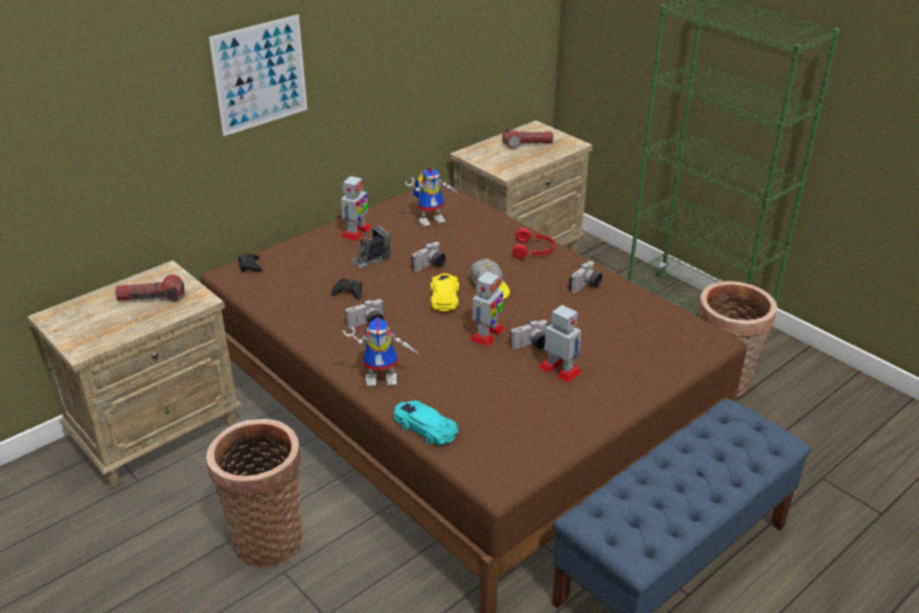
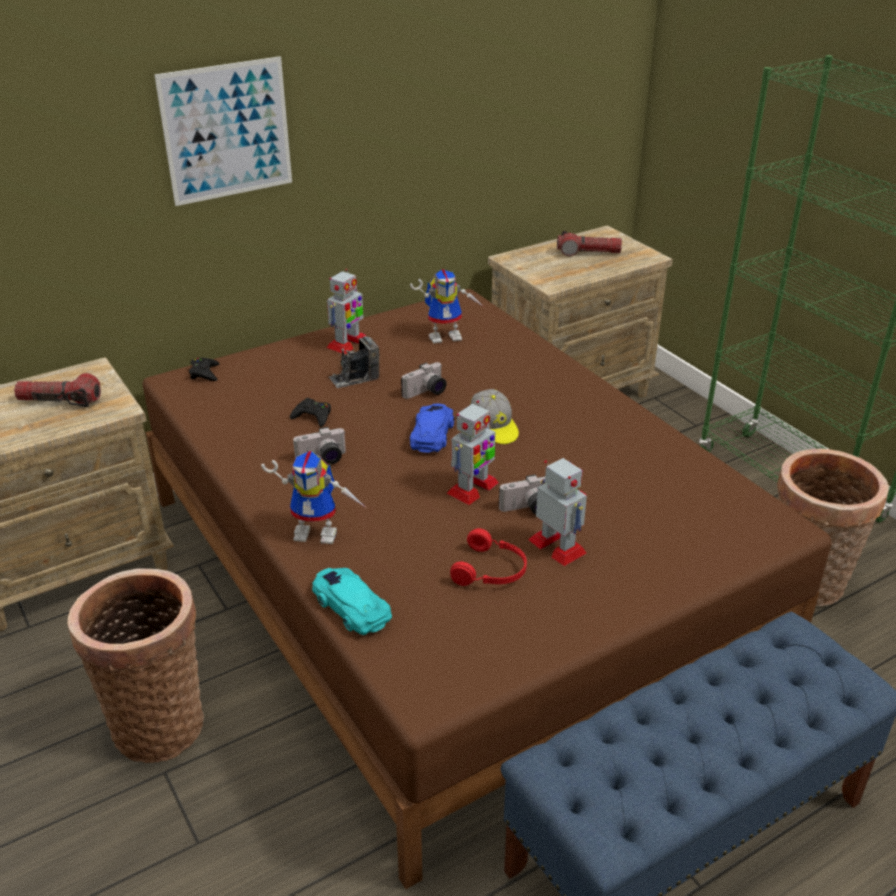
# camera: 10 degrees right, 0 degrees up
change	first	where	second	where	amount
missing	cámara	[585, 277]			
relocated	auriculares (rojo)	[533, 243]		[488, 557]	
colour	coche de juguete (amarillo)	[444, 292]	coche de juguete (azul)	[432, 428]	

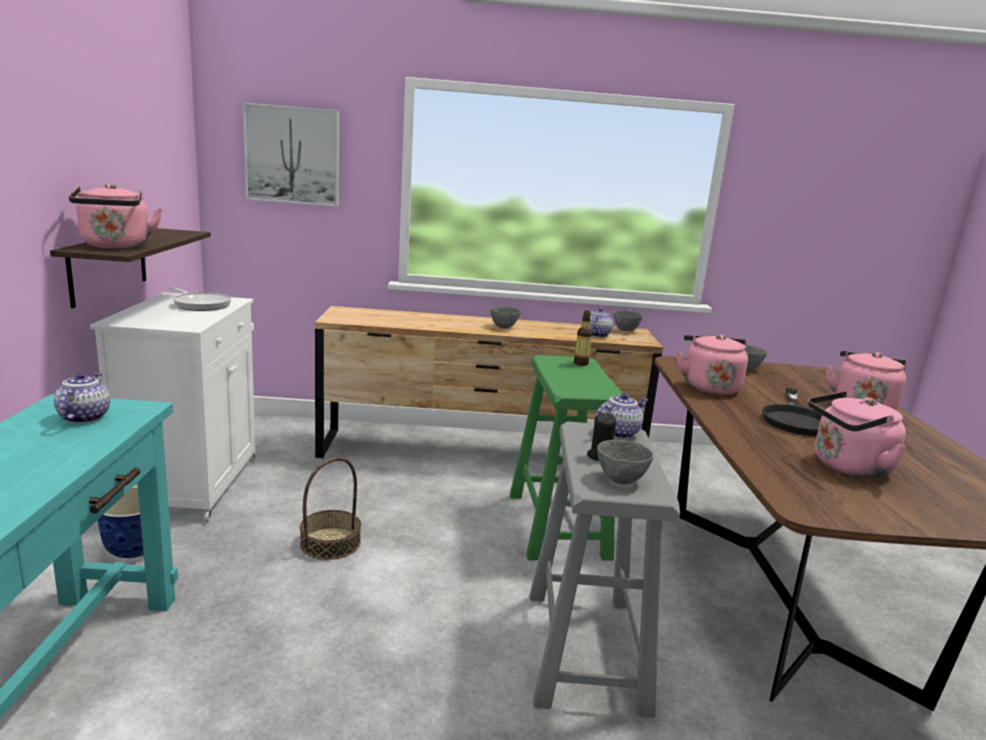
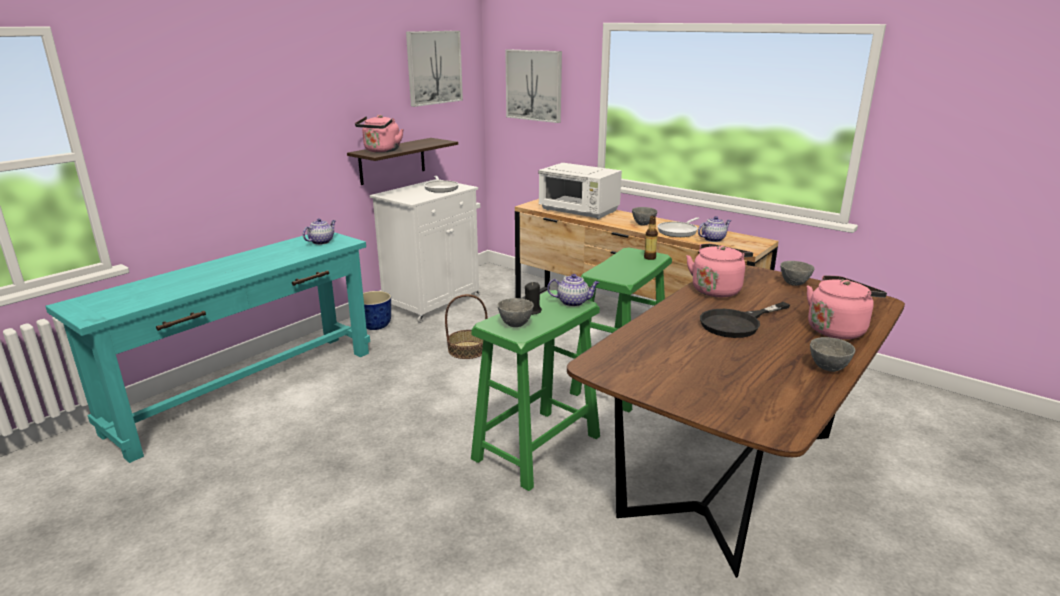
# camera: 40 degrees right, 5 degrees up
change	first	where	second	where	amount
missing	hervidor (rosa)	[857, 434]			
appeared			cuadro	[434, 69]	
appeared			microondas (blanco)	[580, 191]	
appeared			sartén	[678, 227]	
relocated	cuenco (gris)	[628, 320]		[832, 354]	
colour	taburete (gris)	[605, 569]	taburete (verde)	[535, 390]	

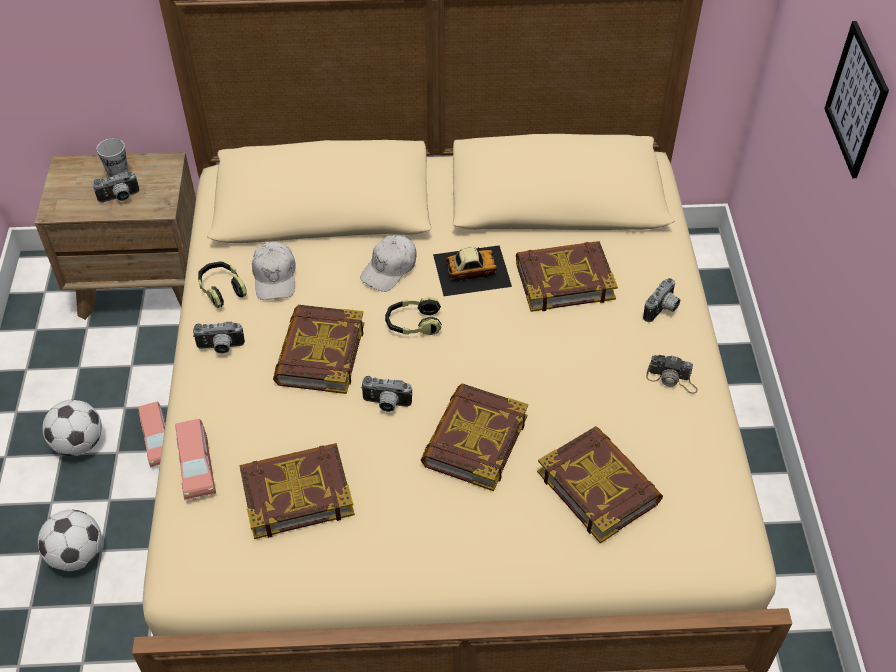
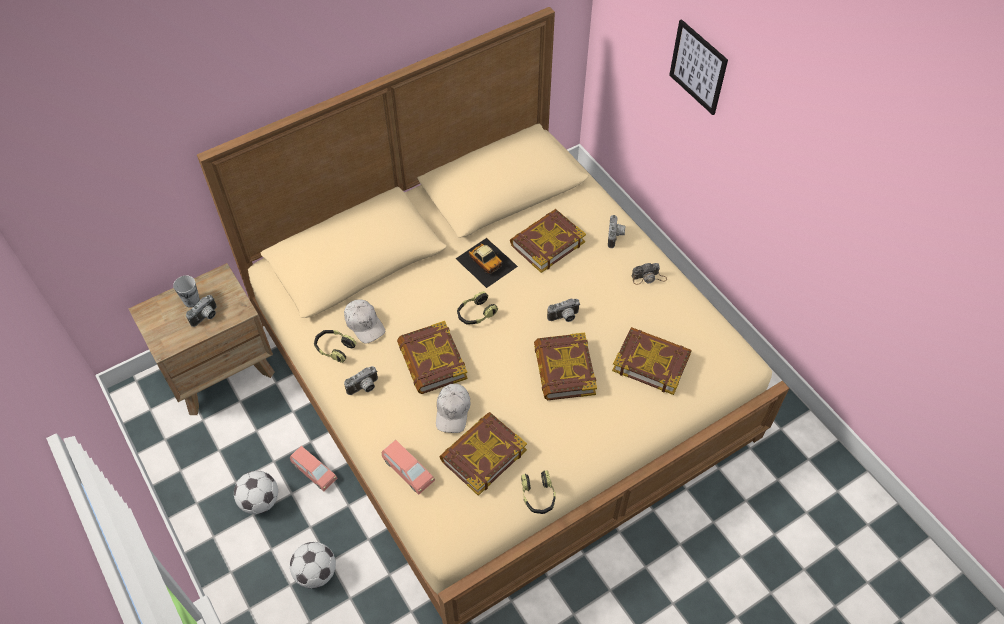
# camera: 30 degrees left, 5 degrees up
change	first	where	second	where	amount
appeared			auriculares	[538, 492]	
relocated	gorra (blanco)	[388, 263]		[453, 408]	
relocated	cámara	[386, 394]		[563, 310]	
spun	coche de juguete	[472, 270]		[486, 263]	90 degrees clockwise

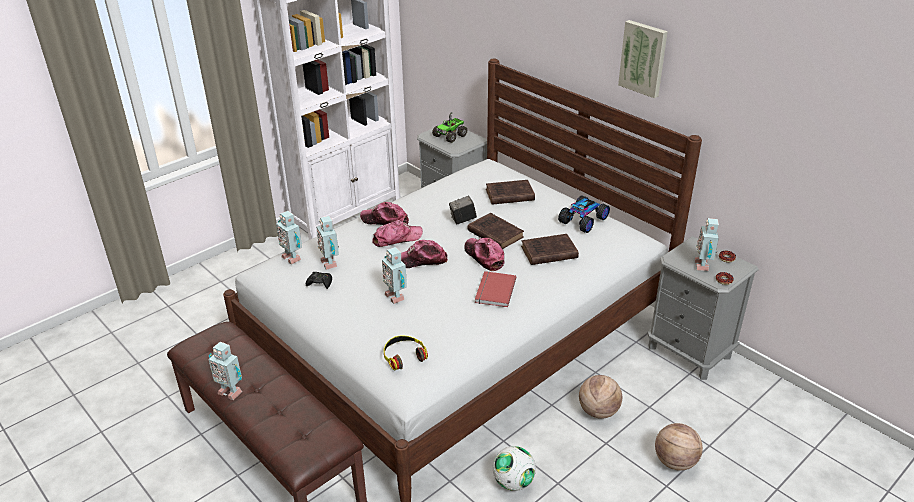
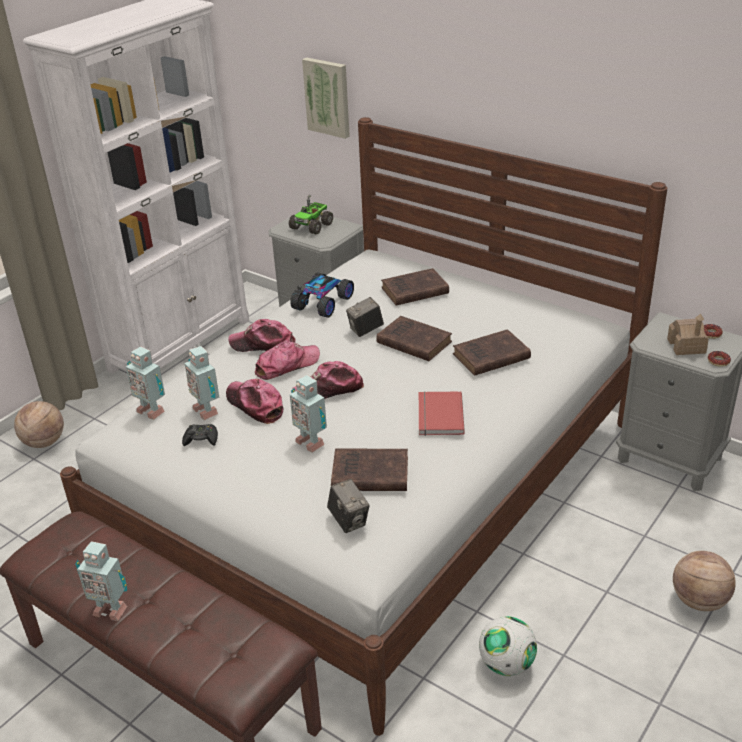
# camera: 10 degrees left, 0 degrees up
change	first	where	second	where	amount
appeared			libro (marrón)	[369, 470]	
relocated	gorra	[484, 254]		[254, 401]	
relocated	coche de juguete	[584, 214]		[322, 295]	
relocated	balón de baloncesto	[600, 397]		[39, 424]	
relocated	cuadro	[643, 59]		[326, 98]	
exchanged	auriculares	[406, 352]	cámara	[348, 506]	
exchanged	robot de juguete	[707, 244]	casita	[688, 334]	

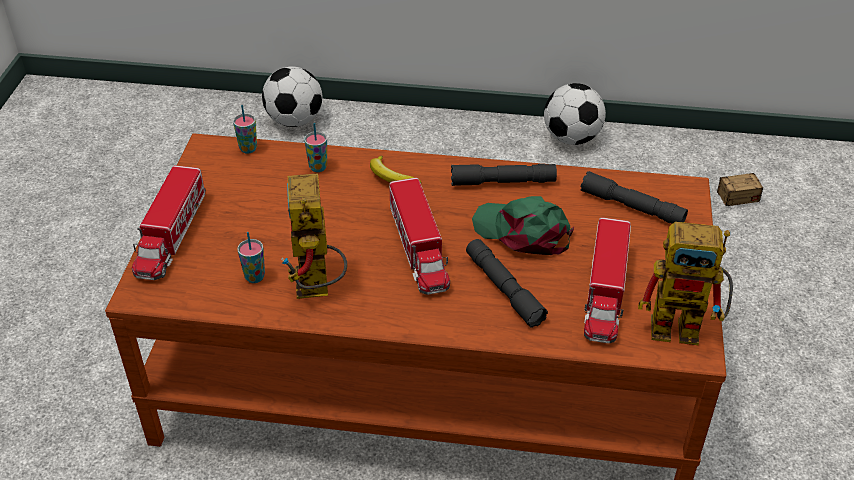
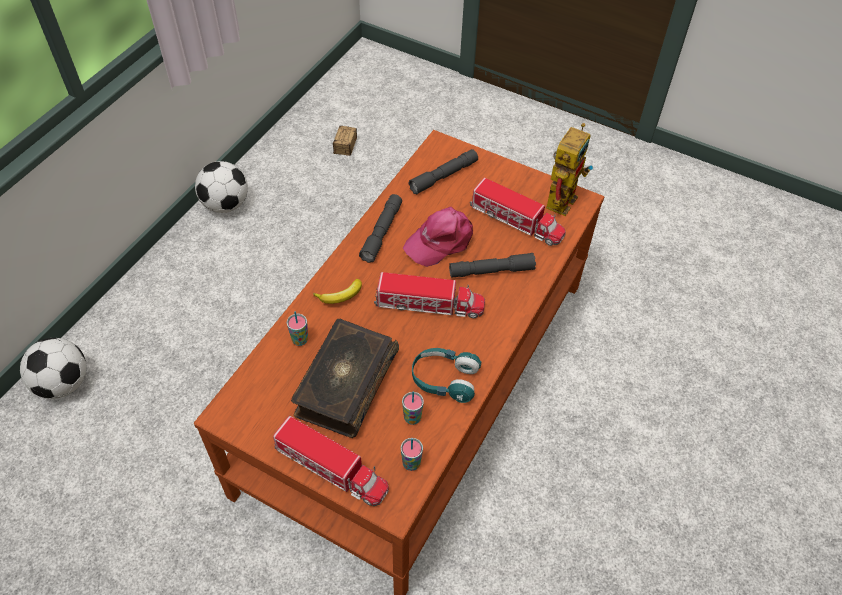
# camera: 70 degrees left, 10 degrees up
change	first	where	second	where	amount
appeared			libro	[345, 378]	
relocated	taza	[245, 129]		[412, 454]	
exchanged	robot de juguete	[314, 236]	auriculares (turquesa)	[446, 375]	
colour	gorra (verde)	[523, 225]	gorra (rosa)	[438, 237]	

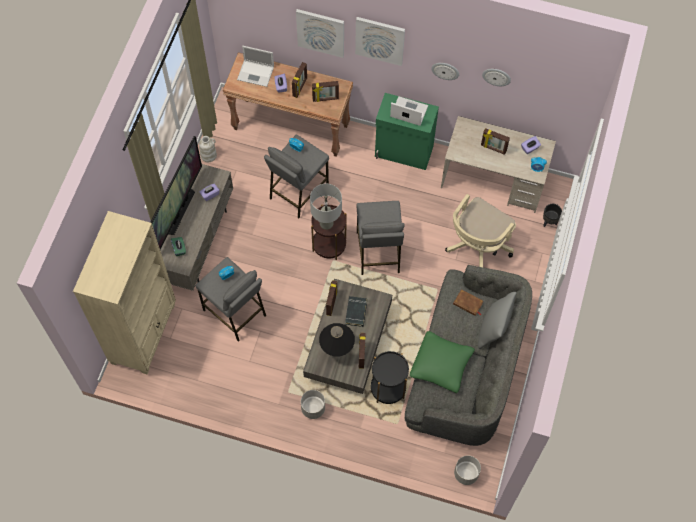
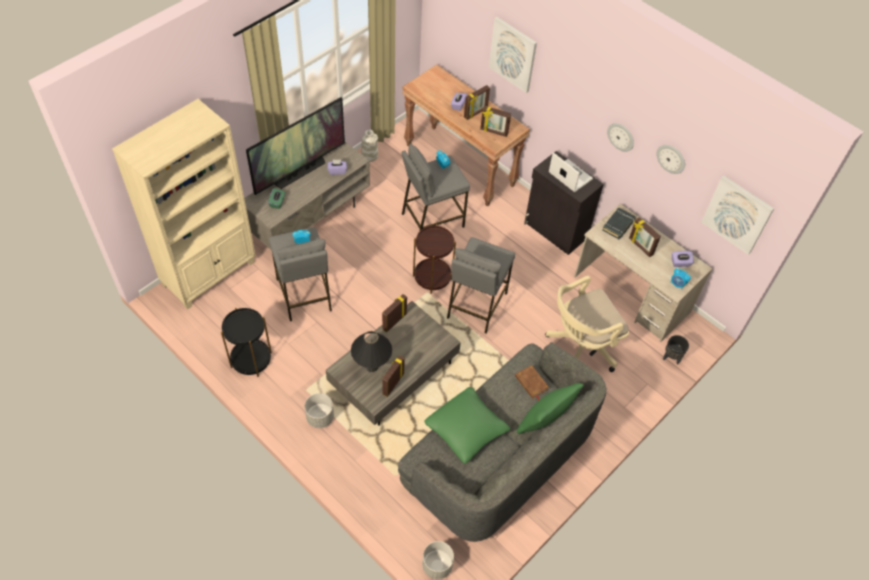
# camera: 25 degrees right, 10 degrees down
change	first	where	second	where	amount
missing	portátil	[255, 66]			
missing	lámpara de mesa (gris)	[326, 207]			
relocated	libro (negro)	[356, 311]		[619, 223]	
relocated	cuadro	[380, 41]		[737, 215]	
relocated	mesa auxiliar (negro)	[390, 377]		[246, 342]	
colour	armario (verde)	[407, 131]	armario (negro)	[564, 203]	
colour	cojín (gris)	[497, 320]	cojín (verde)	[550, 408]	

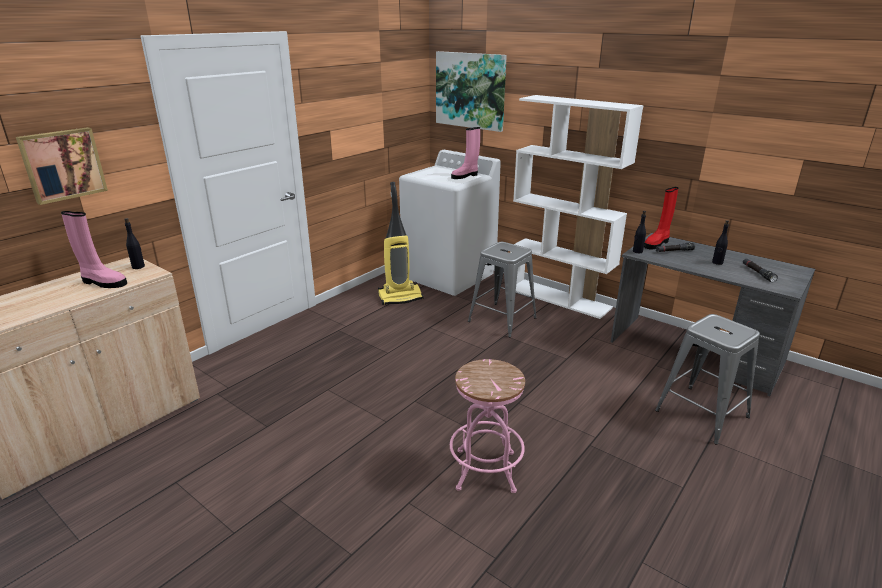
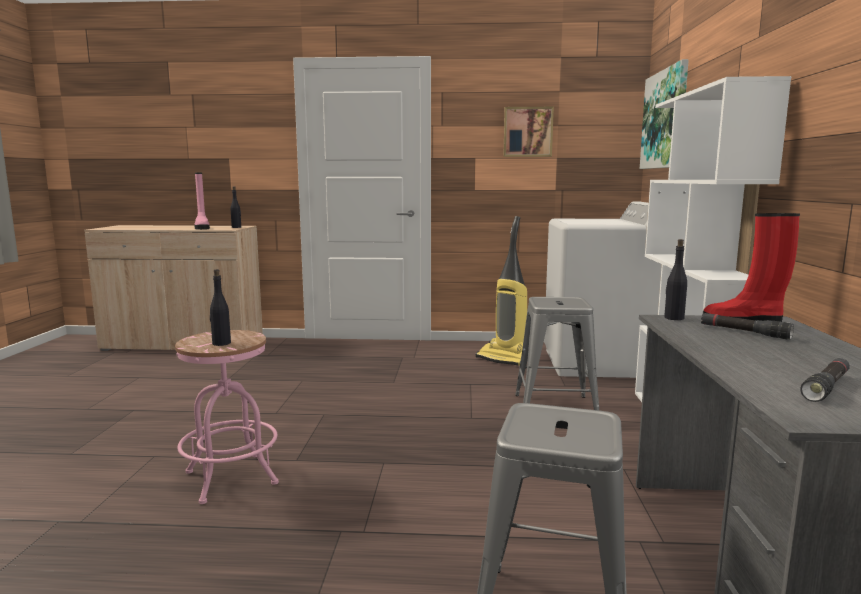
# camera: 55 degrees right, 15 degrees down
change	first	where	second	where	amount
missing	bota (rosa)	[465, 153]			
relocated	cuadro	[62, 166]		[528, 132]	
relocated	botella (negro)	[720, 242]		[220, 307]	

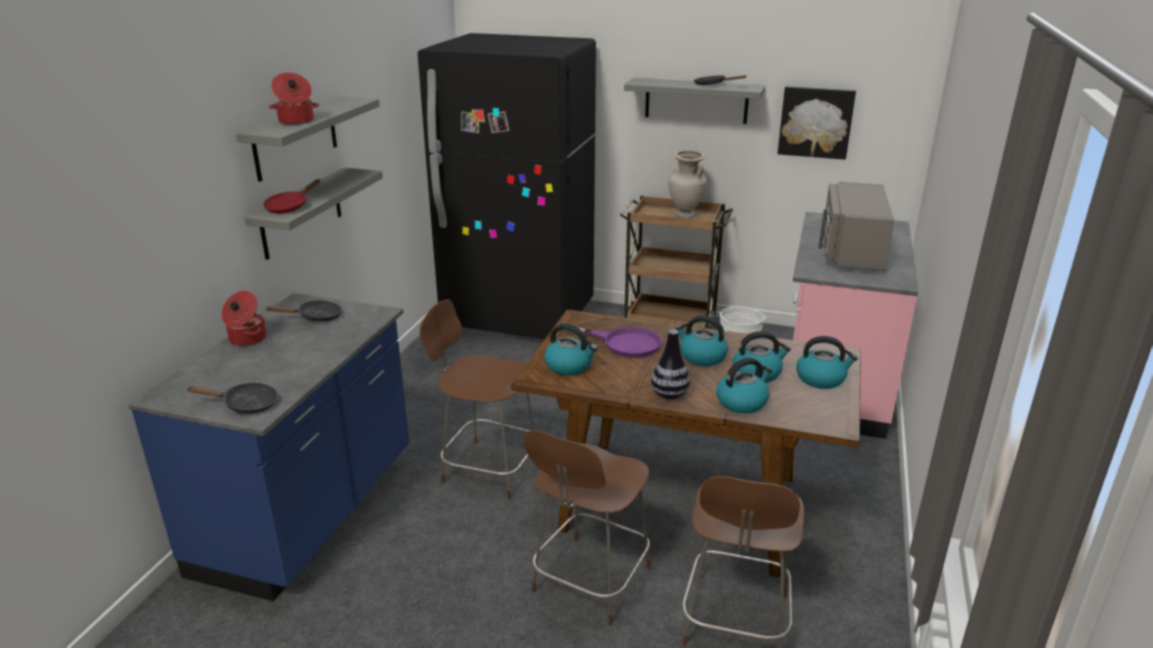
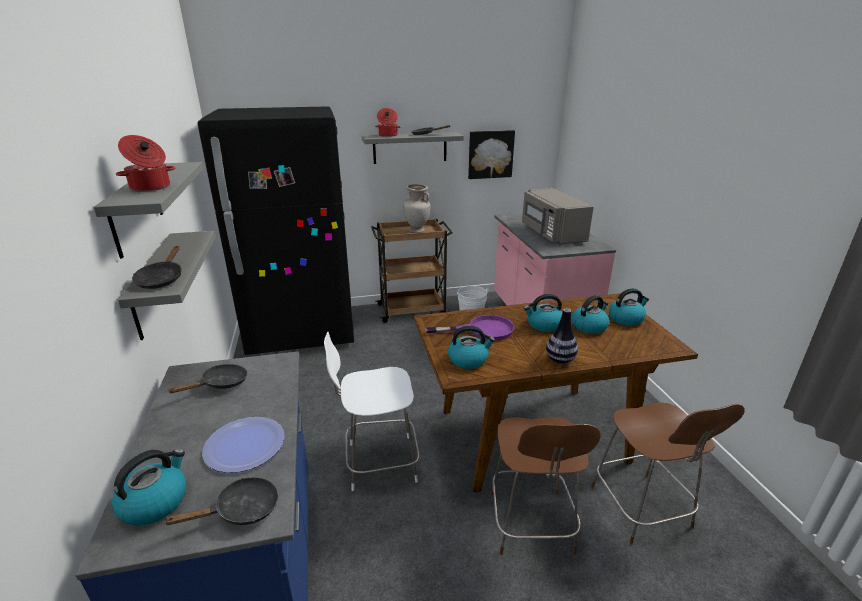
# camera: 30 degrees left, 0 degrees up
change	first	where	second	where	amount
appeared			plato	[243, 445]	
relocated	olla	[244, 318]		[388, 122]	
relocated	hervidor	[744, 385]		[149, 487]	
colour	sartén (rojo)	[291, 196]	sartén (negro)	[156, 267]	
colour	silla (marrón)	[477, 399]	silla (blanco)	[372, 411]	

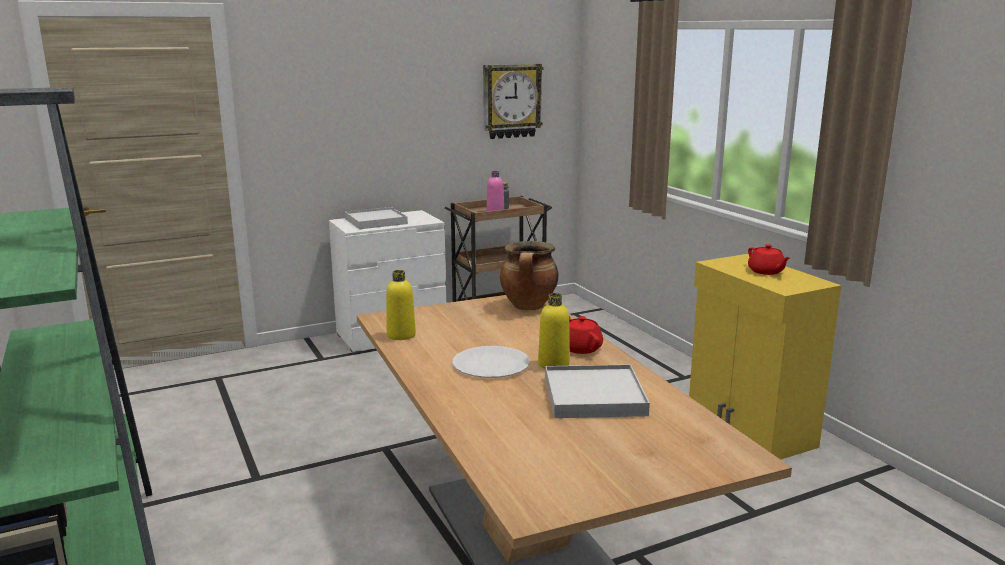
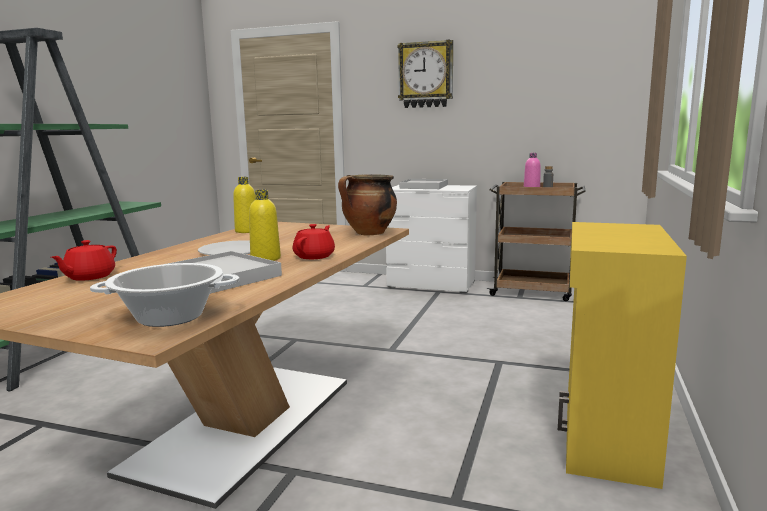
# camera: 45 degrees right, 5 degrees down
change	first	where	second	where	amount
appeared			olla	[165, 295]	
relocated	reloj de pared	[513, 101]		[425, 74]	
relocated	tetera (rojo)	[769, 259]		[84, 260]	

